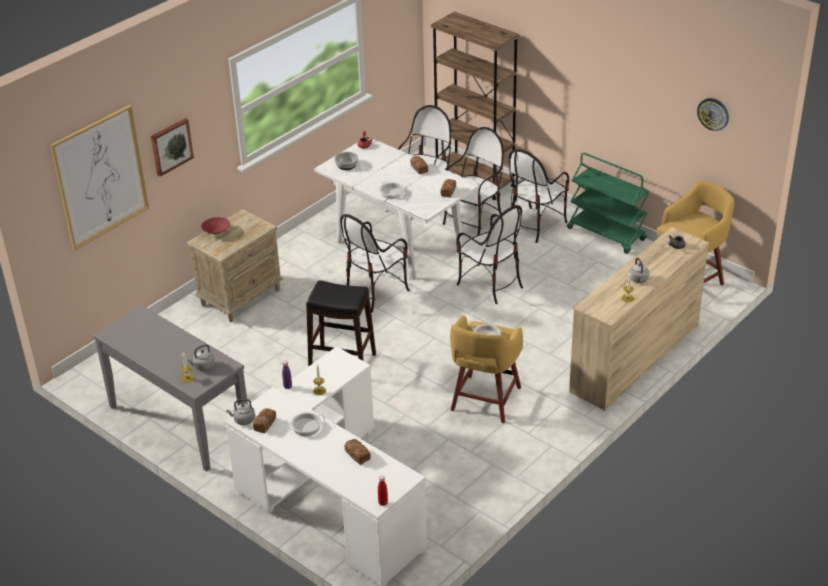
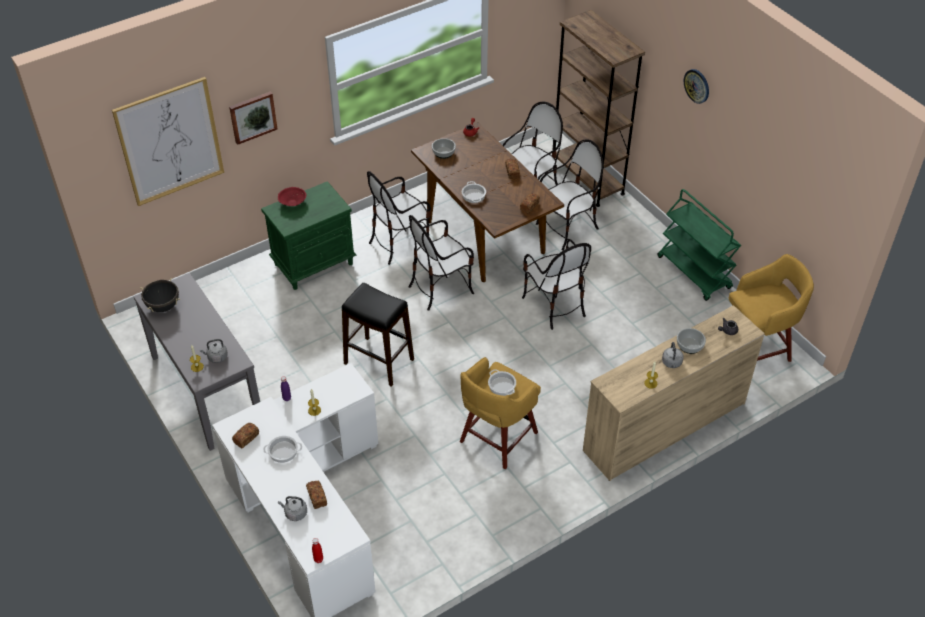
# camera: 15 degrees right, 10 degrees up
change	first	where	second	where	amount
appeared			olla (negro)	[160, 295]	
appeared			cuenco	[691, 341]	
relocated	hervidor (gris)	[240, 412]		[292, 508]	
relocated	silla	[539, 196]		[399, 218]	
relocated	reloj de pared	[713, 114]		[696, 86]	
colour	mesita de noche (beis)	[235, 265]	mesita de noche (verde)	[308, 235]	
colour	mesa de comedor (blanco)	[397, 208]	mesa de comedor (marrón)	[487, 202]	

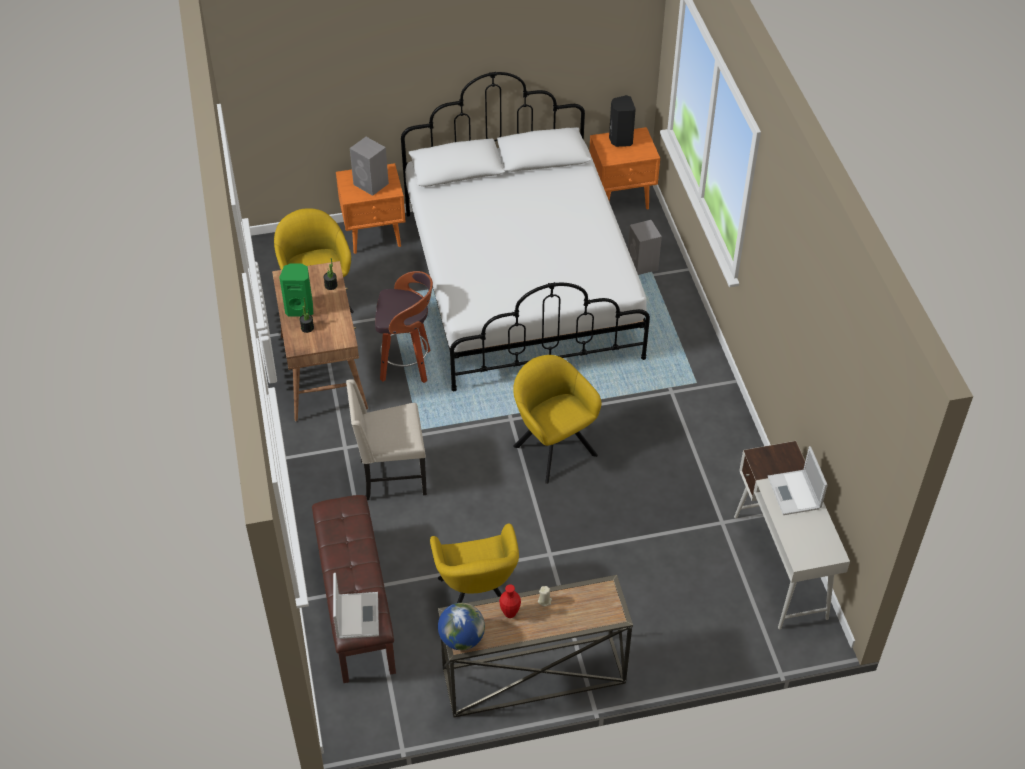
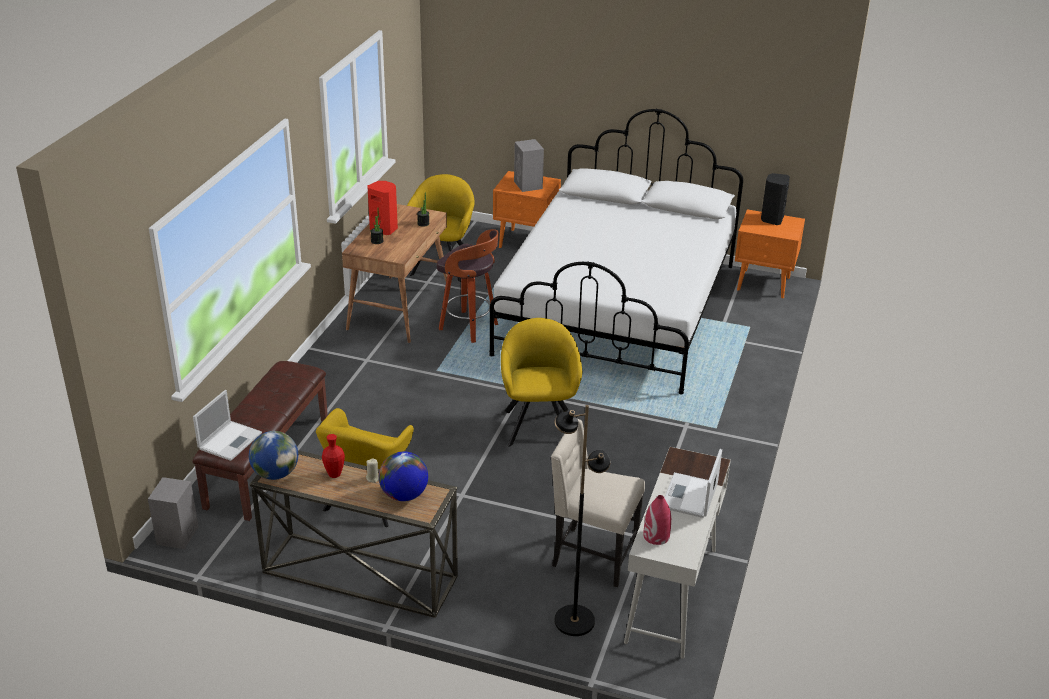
# camera: 30 degrees right, 15 degrees down
change	first	where	second	where	amount
appeared			globo terráqueo	[403, 476]	
appeared			lámpara de pie (negro)	[582, 520]	
appeared			florero (rojo)	[657, 520]	
relocated	silla (beis)	[386, 439]		[598, 503]	
relocated	altavoz (gris)	[645, 247]		[173, 513]	
colour	altavoz (verde)	[296, 290]	altavoz (rojo)	[382, 208]	

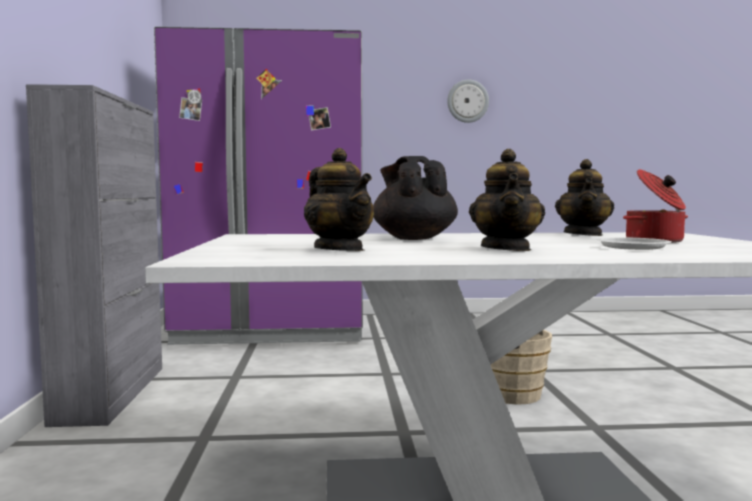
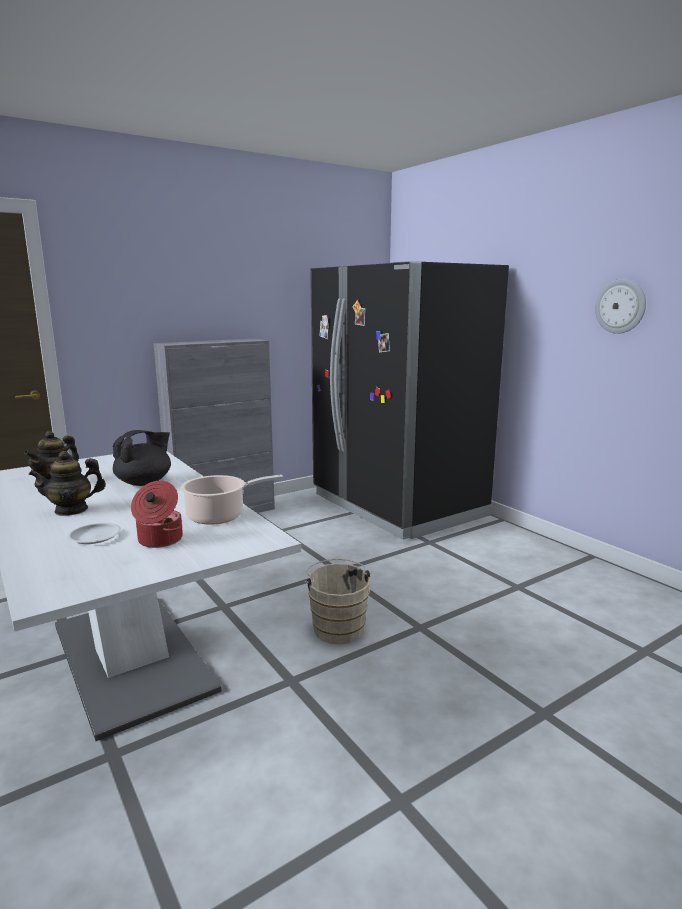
# camera: 60 degrees right, 10 degrees up
change	first	where	second	where	amount
exchanged	tetera	[584, 197]	olla	[231, 499]	
colour	nevera (morado)	[258, 186]	nevera (negro)	[409, 400]	

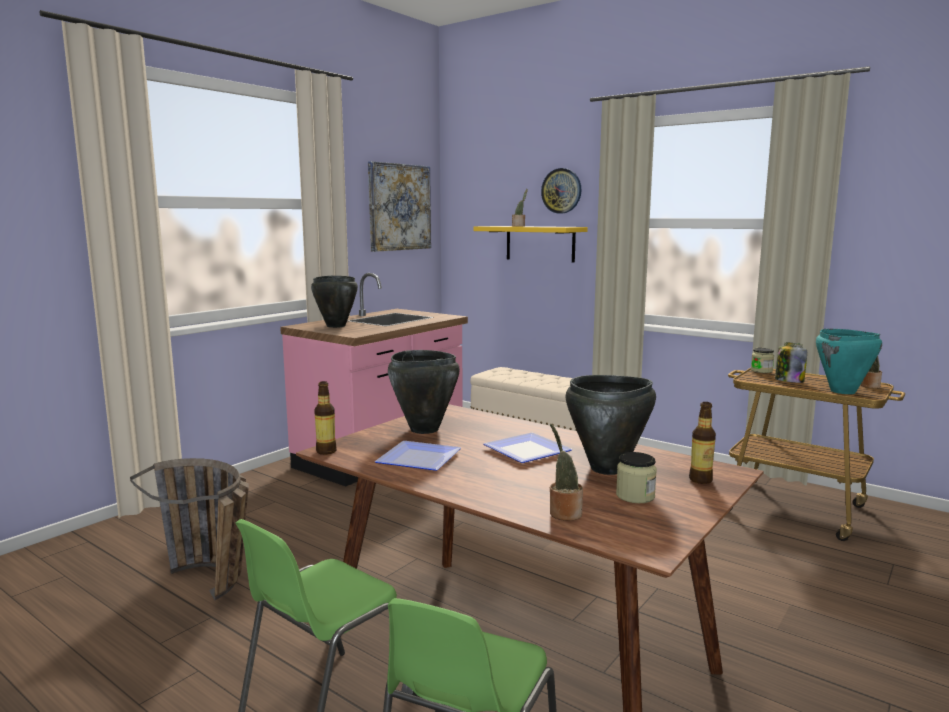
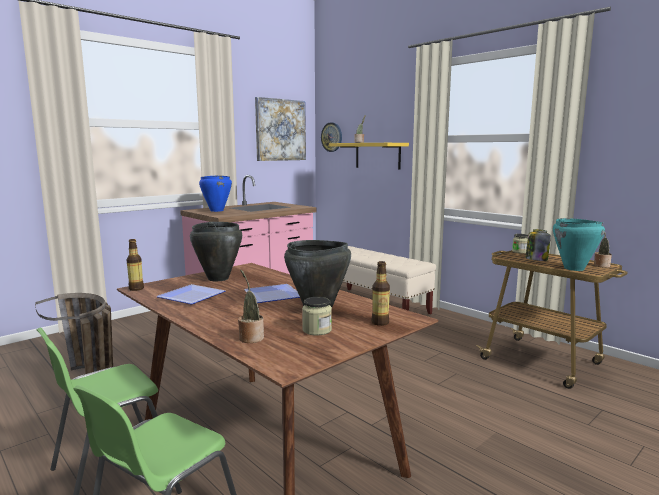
# camera: 10 degrees right, 0 degrees up
change	first	where	second	where	amount
relocated	reloj de pared	[561, 191]		[331, 137]	
colour	olla (negro)	[334, 302]	olla (azul)	[215, 194]	

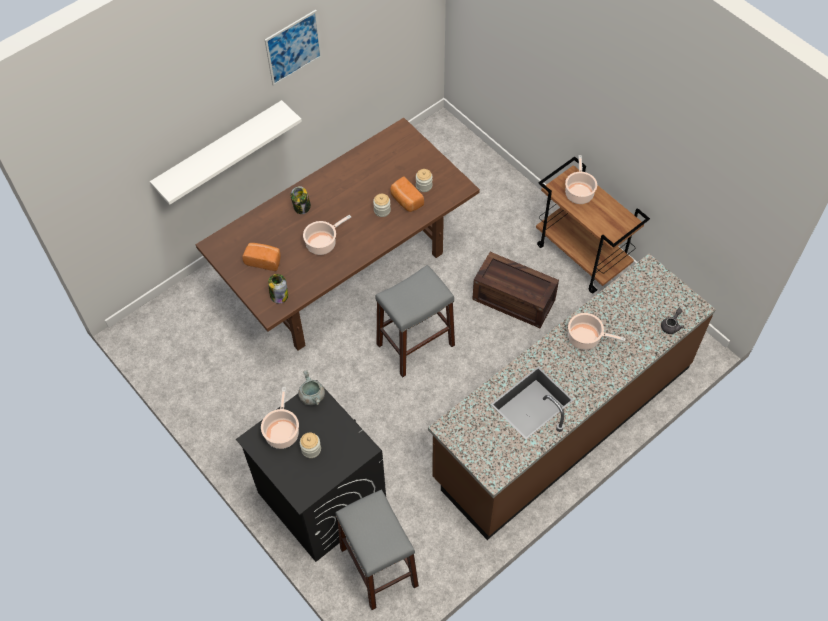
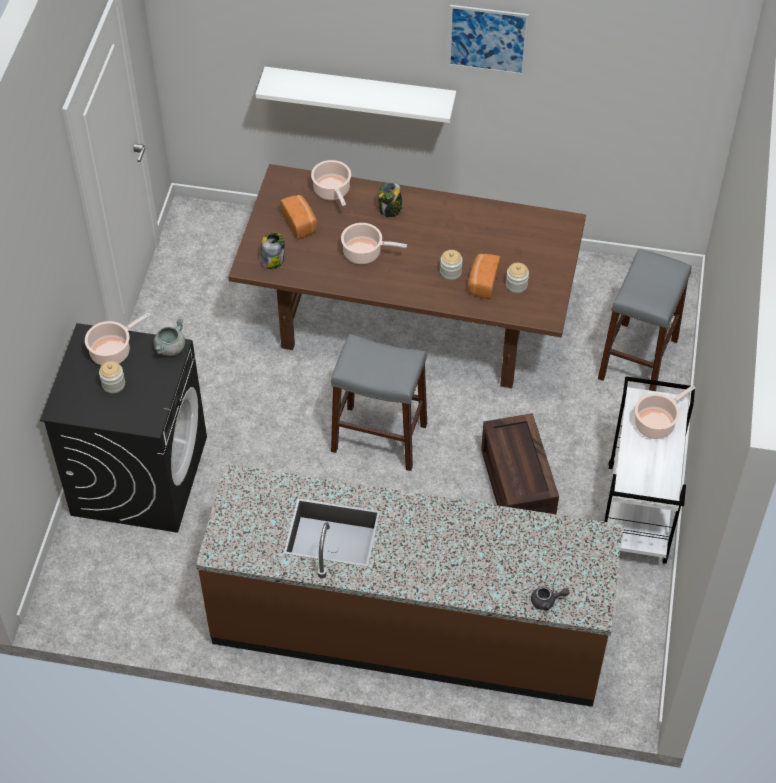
# camera: 50 degrees right, 5 degrees down
change	first	where	second	where	amount
relocated	taburete (gris)	[377, 550]		[645, 320]	
relocated	olla	[597, 331]		[331, 183]	
colour	carrito (marrón)	[593, 225]	carrito (blanco)	[649, 470]	

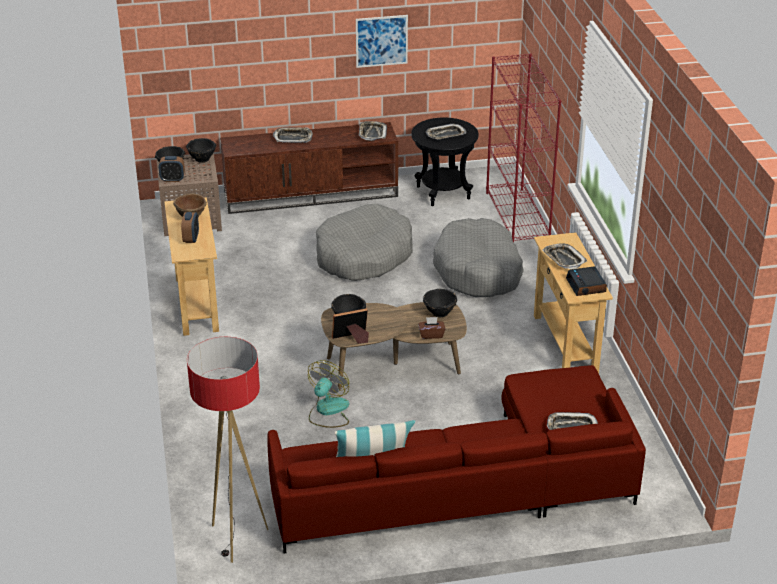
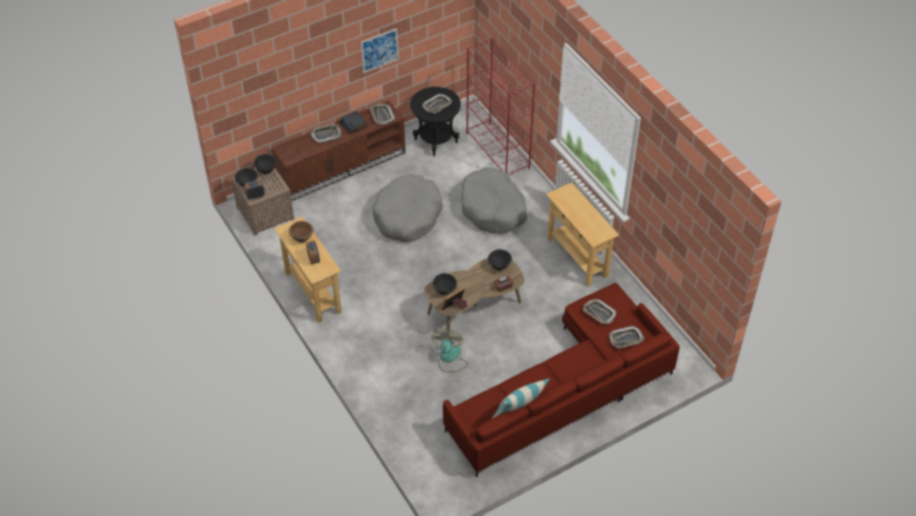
# camera: 20 degrees left, 15 degrees up
change	first	where	second	where	amount
missing	lámpara de pie	[227, 450]			
relocated	bandeja	[565, 256]		[600, 311]	
relocated	despertador	[586, 281]		[353, 123]	

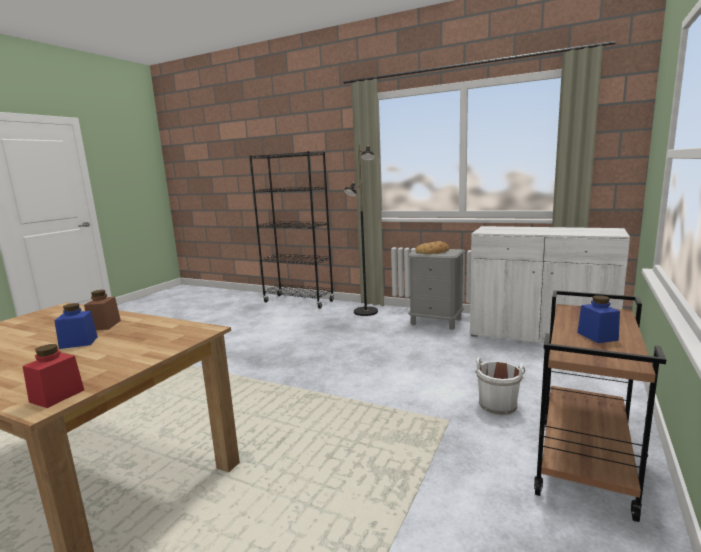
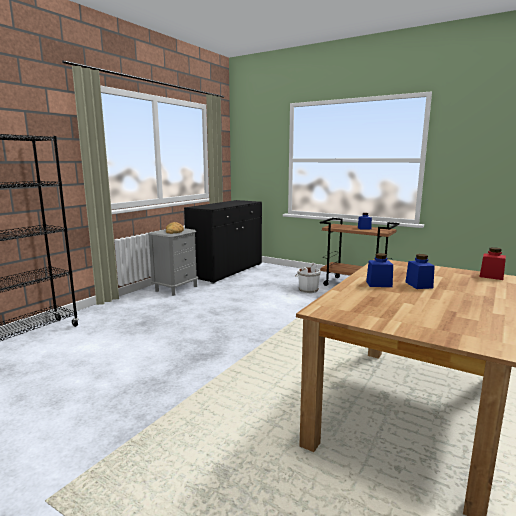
# camera: 85 degrees left, 0 degrees up
change	first	where	second	where	amount
missing	lámpara de pie (negro)	[360, 230]			
colour	tarro (marrón)	[102, 310]	tarro (azul)	[379, 270]	
colour	armario (blanco)	[550, 284]	armario (negro)	[223, 242]	

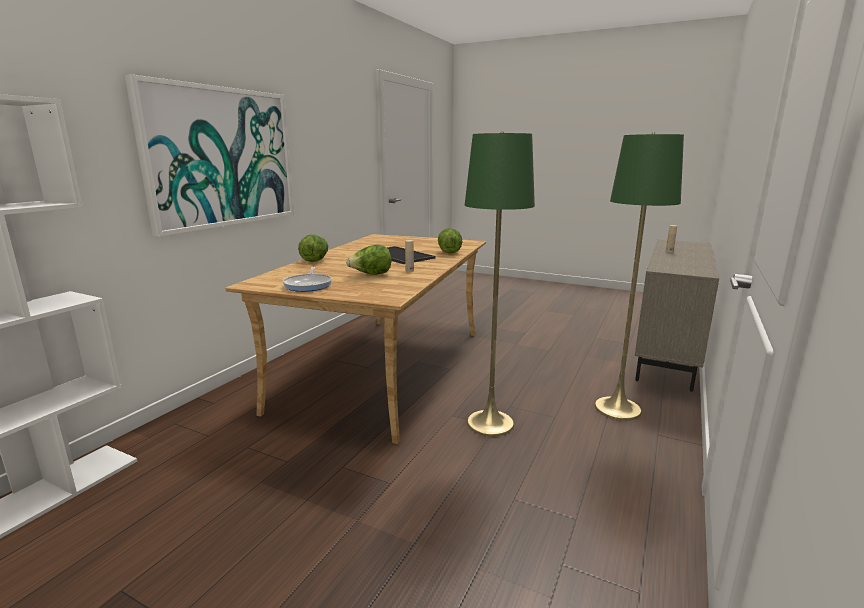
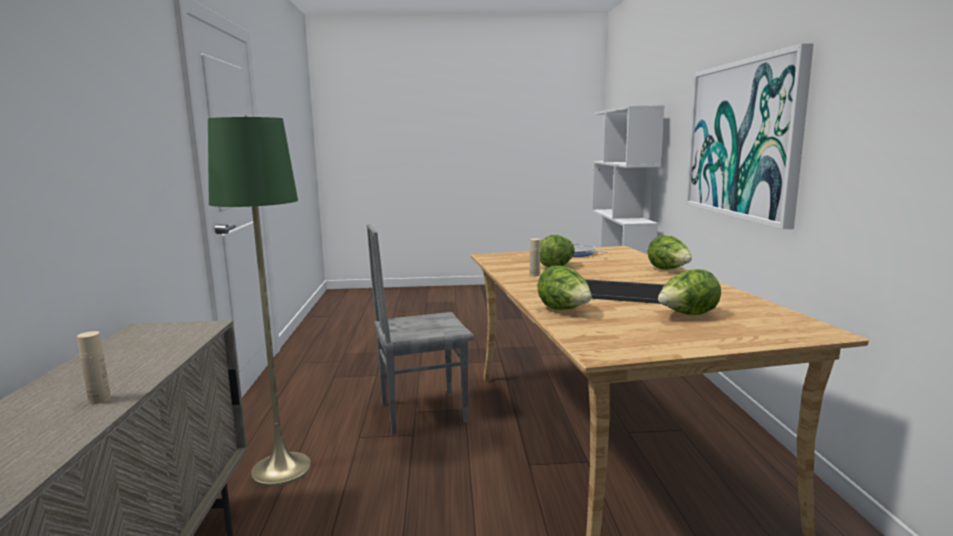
# camera: 150 degrees right, 5 degrees down
change	first	where	second	where	amount
appeared			lechuga	[689, 292]	
exchanged	lámpara de pie (verde)	[500, 284]	silla (gris)	[420, 329]	

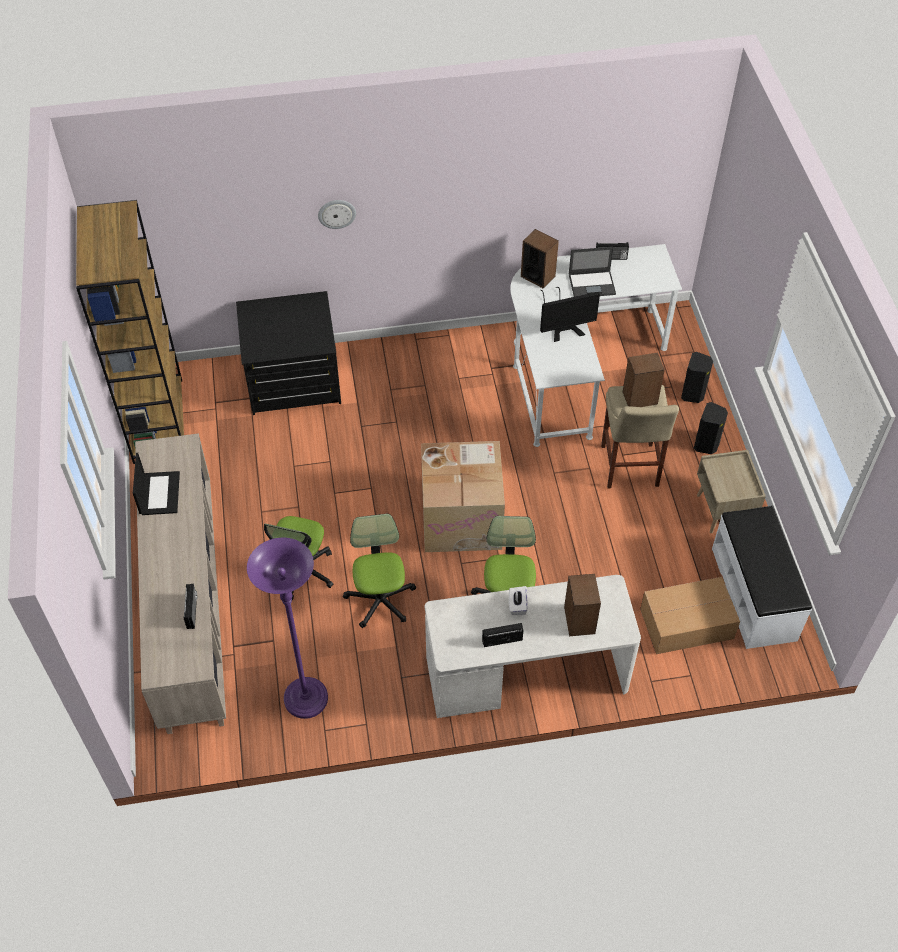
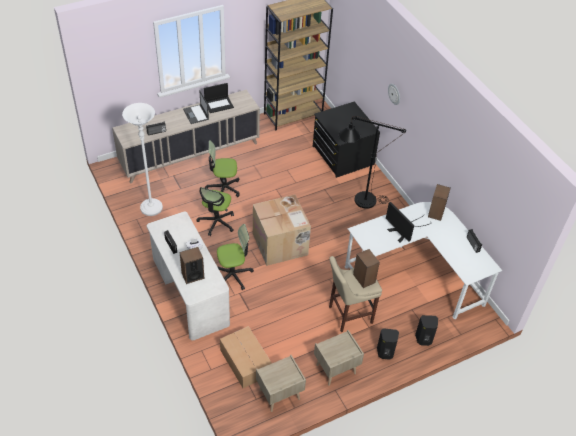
# camera: 70 degrees right, 5 degrees down
change	first	where	second	where	amount
appeared			lámpara de pie (negro)	[372, 162]	
relocated	portátil	[592, 272]		[196, 107]	
exchanged	banco (blanco)	[762, 577]	mesita de noche (beis)	[281, 383]	
colour	lámpara de pie (morado)	[287, 628]	lámpara de pie (blanco)	[142, 159]	
spun	silla de oficina	[379, 571]		[215, 211]	135 degrees clockwise

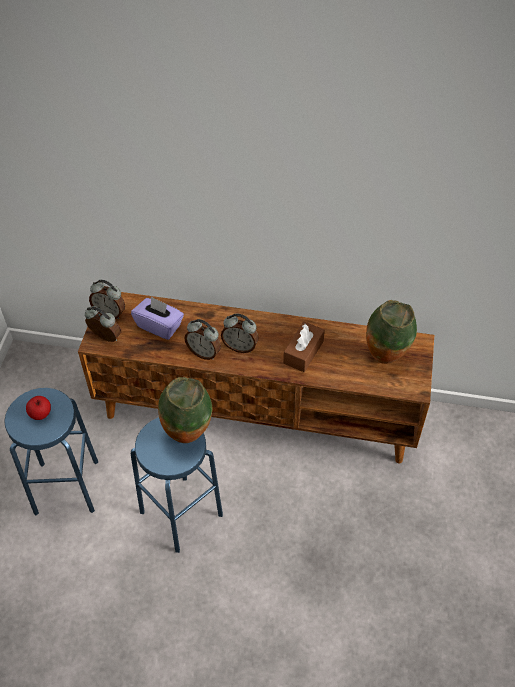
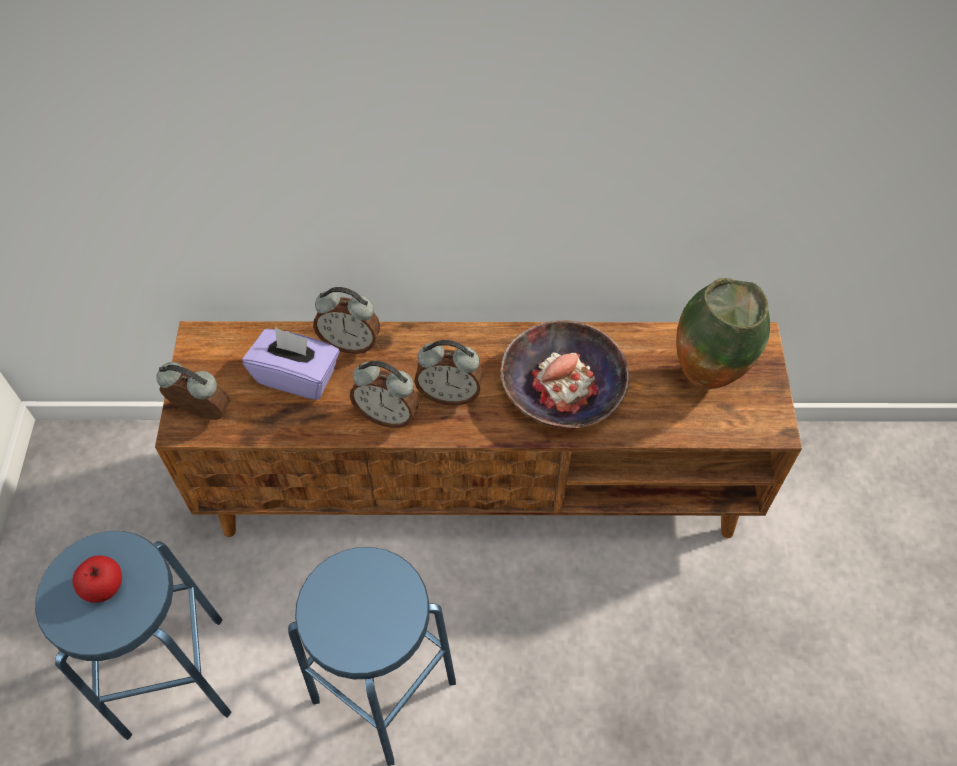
# camera: 10 degrees left, 5 degrees up
change	first	where	second	where	amount
missing	florero	[185, 410]			
relocated	despertador	[107, 299]		[346, 320]	
exchanged	caja de pañuelos (marrón)	[304, 346]	cuenco	[565, 375]	

